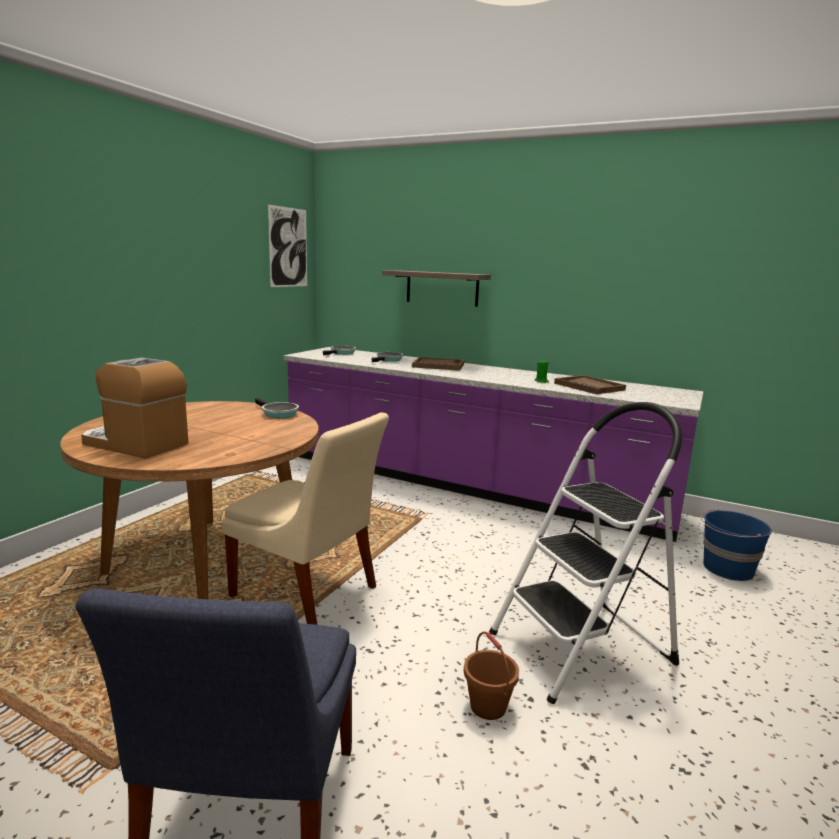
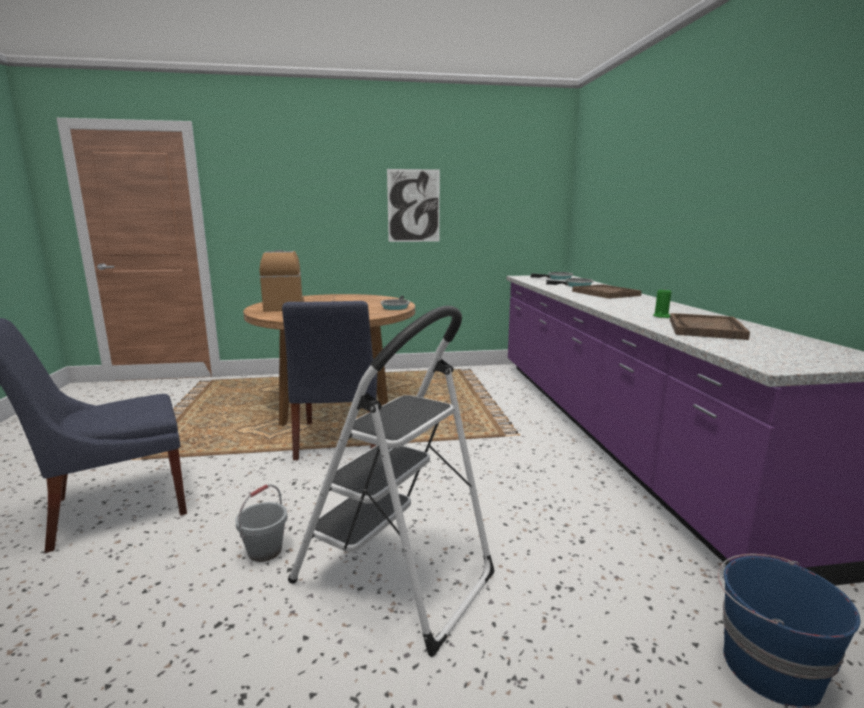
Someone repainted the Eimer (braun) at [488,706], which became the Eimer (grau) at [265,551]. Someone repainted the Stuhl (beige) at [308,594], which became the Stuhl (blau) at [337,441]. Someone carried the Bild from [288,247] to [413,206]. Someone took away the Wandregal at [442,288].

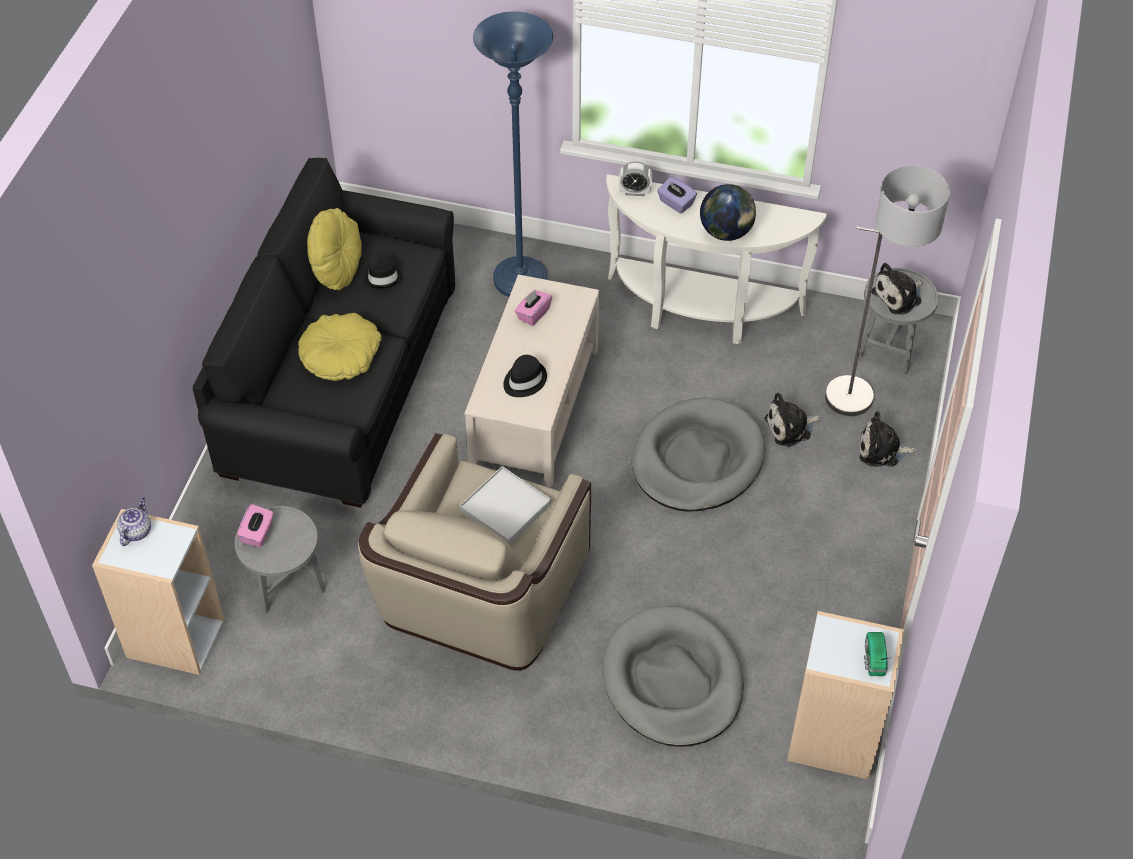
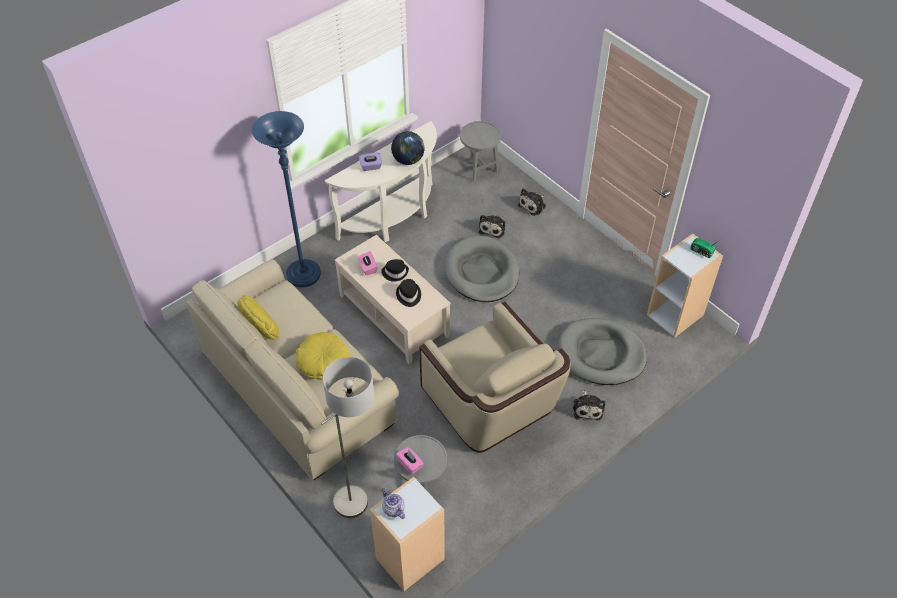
Someone repainted the Sofa (schwarz) at [341,380], which became the Sofa (beige) at [297,388]. Someone carried the Stehlampe (grau) from [863,400] to [359,496]. Someone carried the Hut (schwarz) from [382,276] to [395,272]. Someone carried the Plüschtier from [899,296] to [587,408]. Someone took away the Tablett (weiß) at [505,508]. Someone took away the Wecker at [634,192].

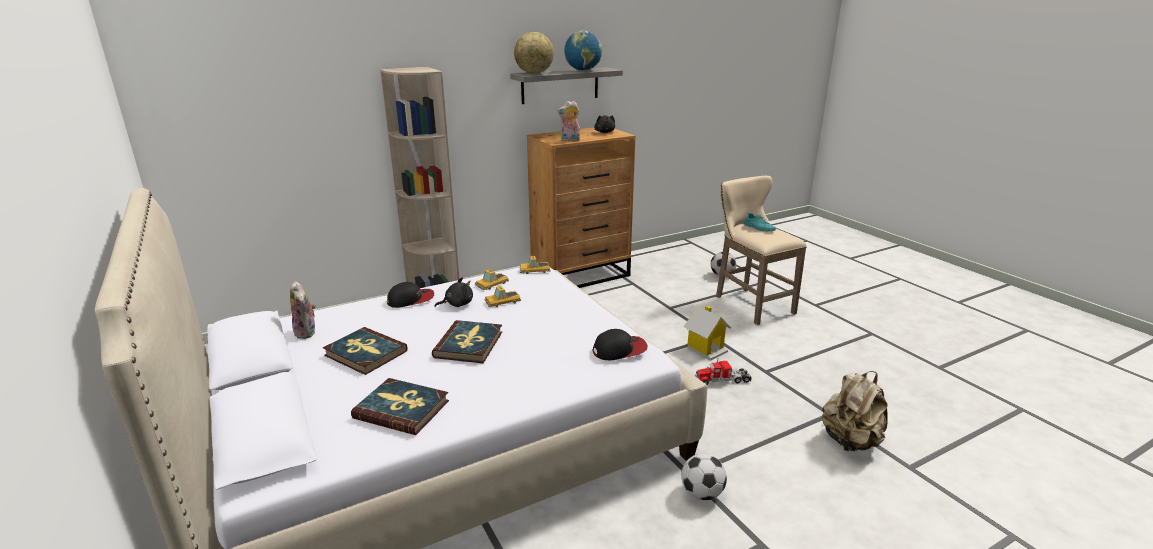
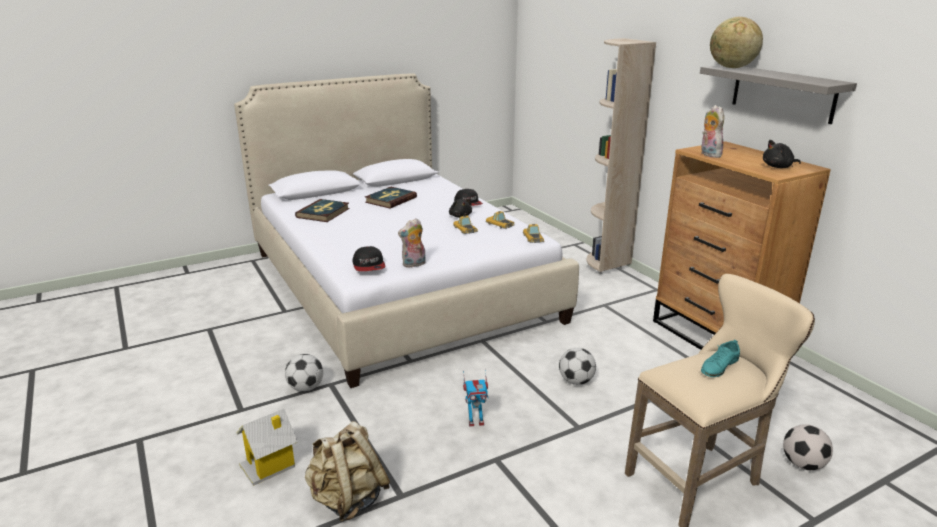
Someone carried the Spielzeughaus from [706,348] to [270,465]. Someone carried the Plüschtier from [307,332] to [414,264]. Someone swapped the Spielzeuglaster at [723,380] for the Spielzeugroboter at [476,421]. Someone put down the Fußball at [576,381]. Someone took away the Buch at [469,344]. Someone took away the Globus at [583,70].

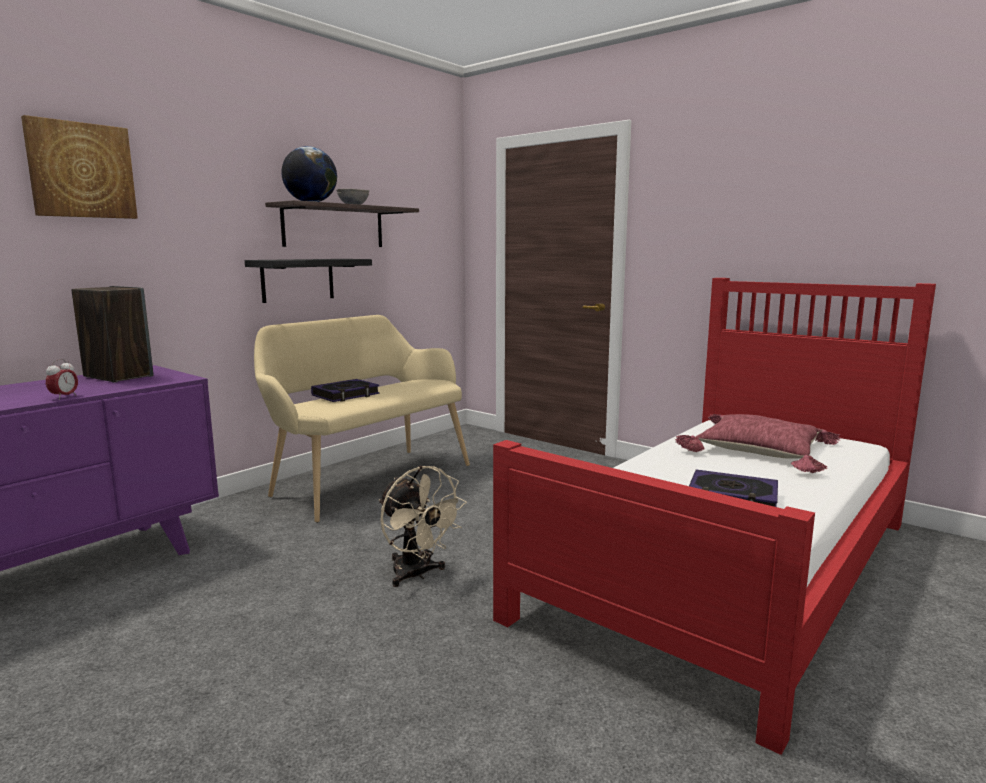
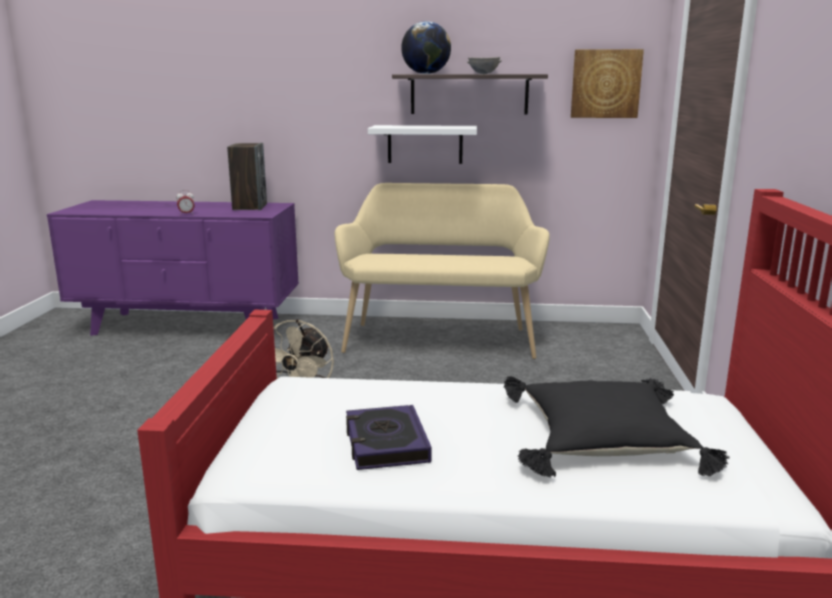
Someone repainted the Wandregal (schwarz) at [298,280], which became the Wandregal (weiß) at [425,144]. Someone repainted the Kissen (rot) at [759,448], which became the Kissen (schwarz) at [601,433]. Someone carried the Bild from [81,170] to [605,84]. Someone took away the Buch at [346,395].

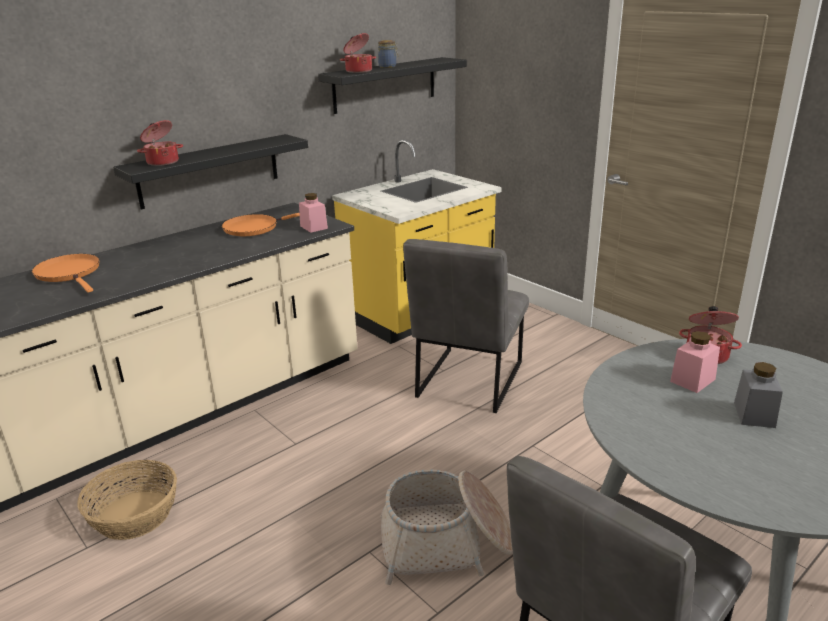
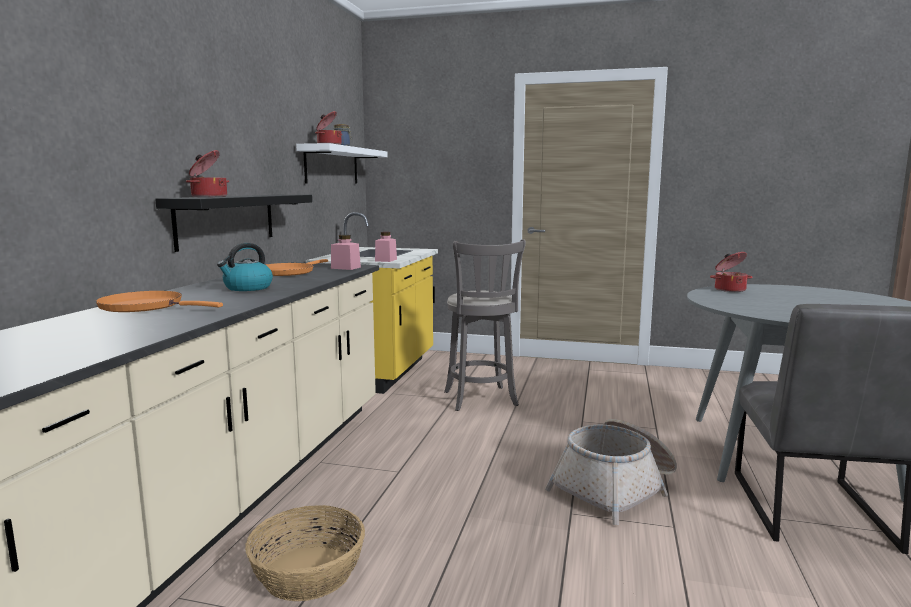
Someone put down the Wasserkessel at [247,288]. Someone repainted the Wandregal (schwarz) at [385,85], which became the Wandregal (weiß) at [332,165]. Someone carried the Vorratsglas (rosa) from [692,380] to [386,260]. Someone swapped the Stuhl (grau) at [468,381] for the Hocker (grau) at [481,400]. Someone took away the Vorratsglas (grau) at [754,415].

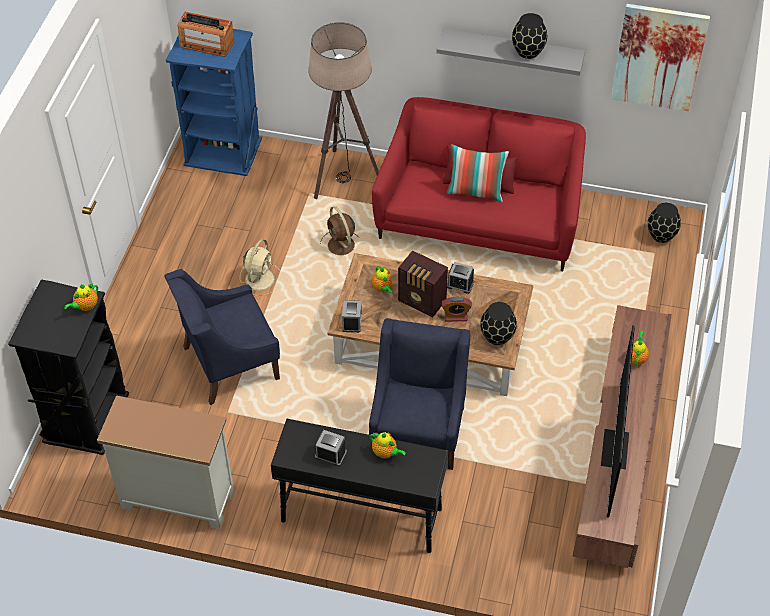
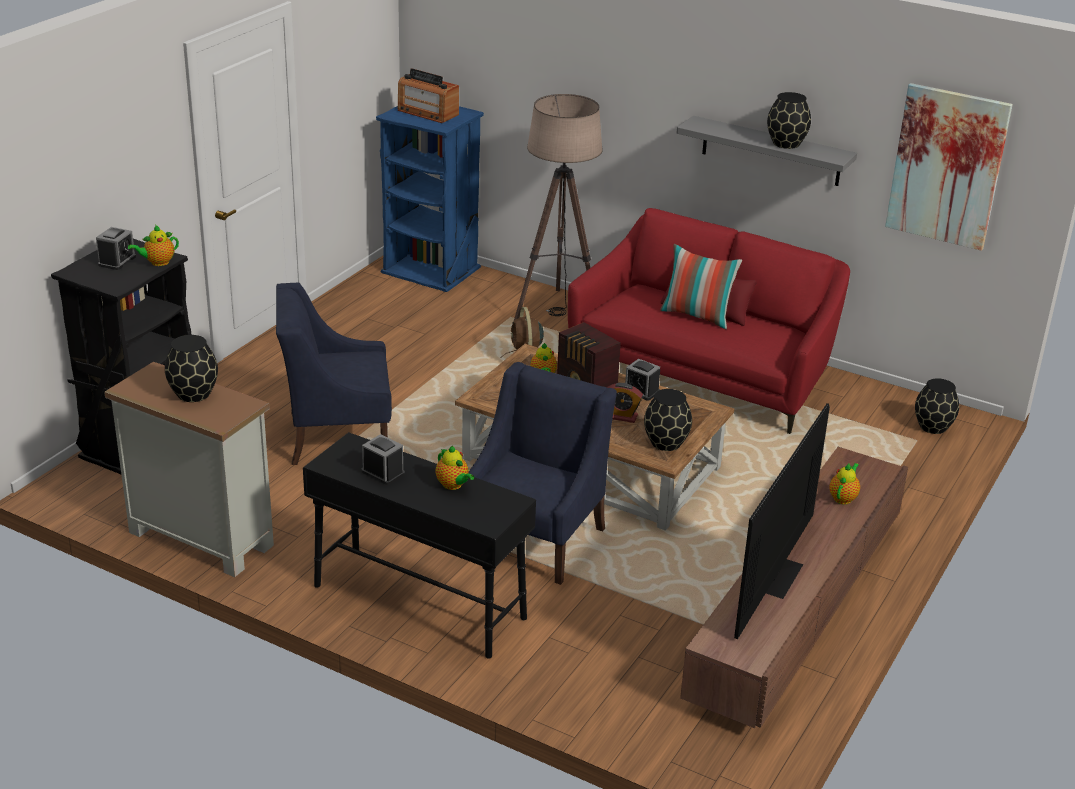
Someone carried the Wecker from [352,322] to [117,261]. Someone put down the Vase (schwarz) at [193,394]. Someone took away the Ventilator (beige) at [260,278].

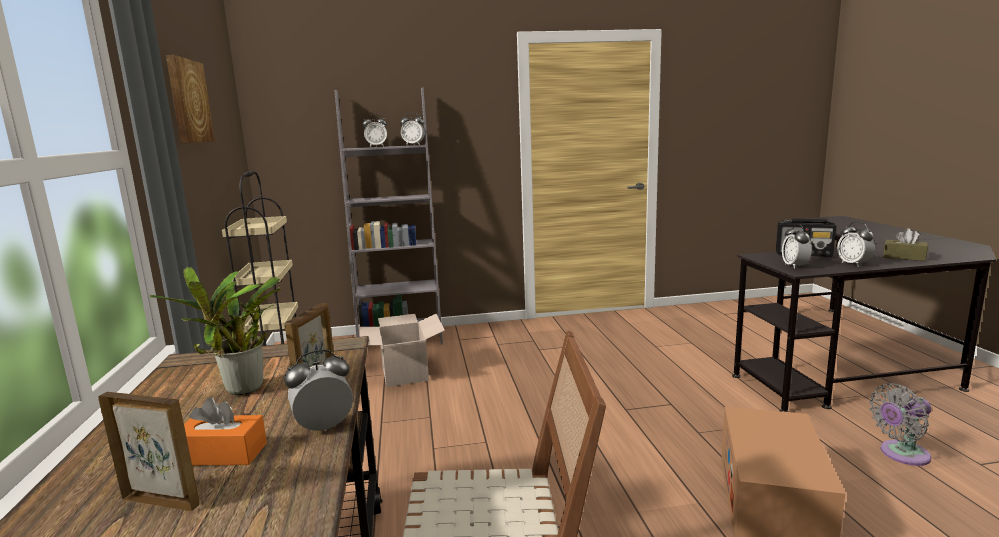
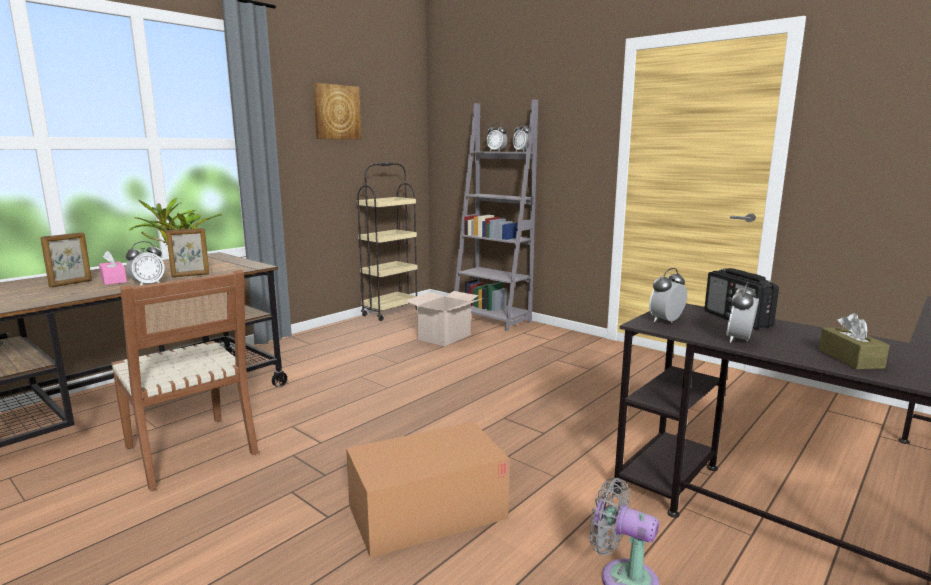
Someone rotated the Bilderrahmen at [161,501] by 60 degrees clockwise. Someone repainted the Taschentuchbox (orange) at [222,454], which became the Taschentuchbox (rosa) at [113,280]. Someone rotated the Wecker at [324,427] by 105 degrees clockwise.

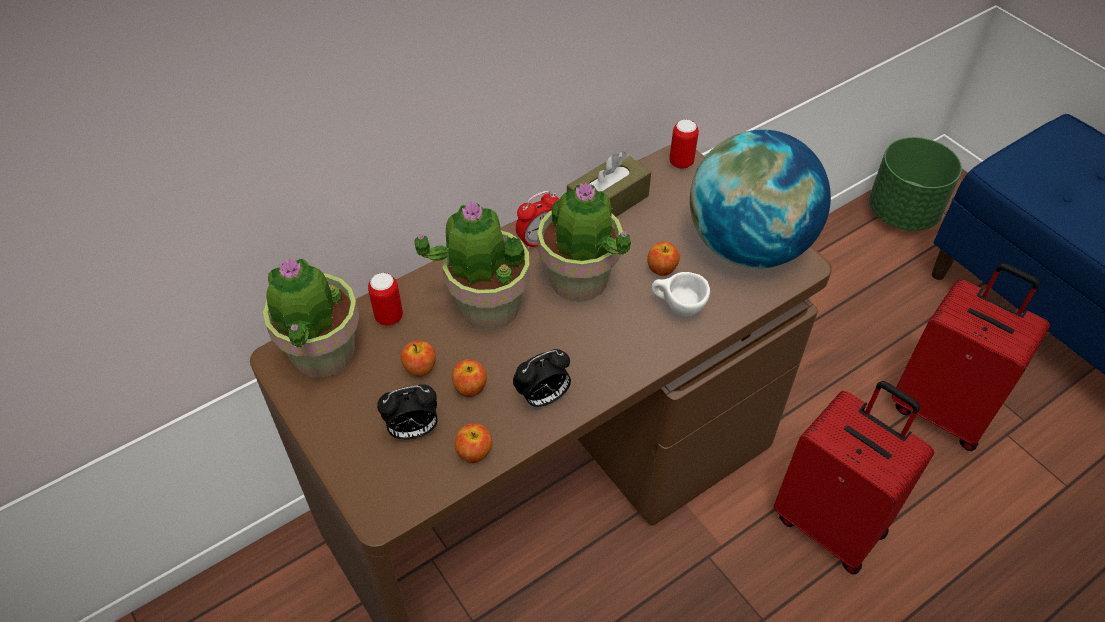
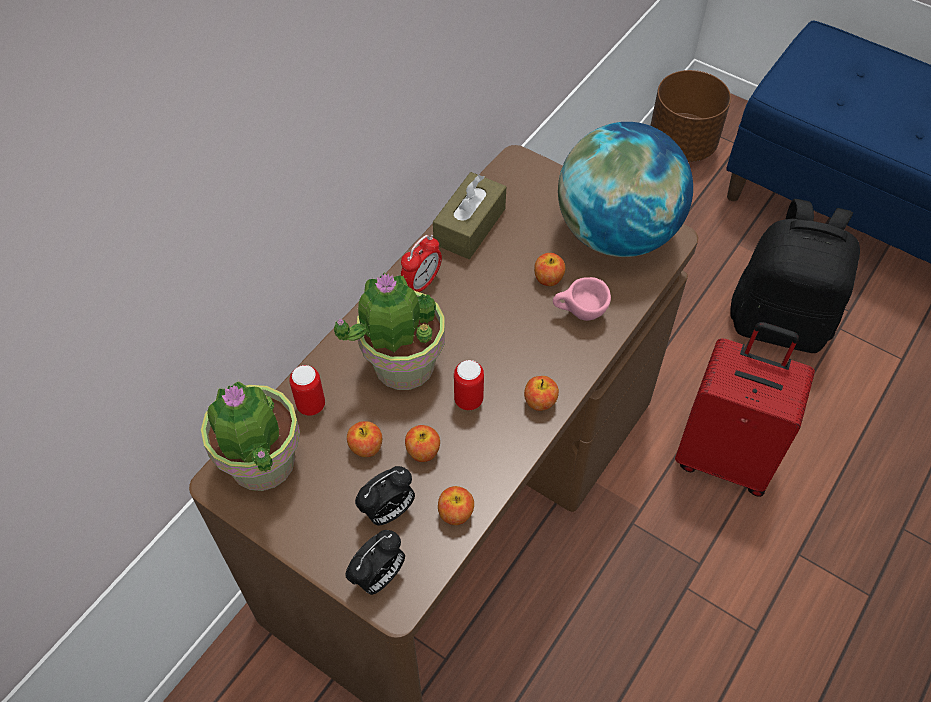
Someone carried the Wecker from [543,398] to [378,577]. Someone carried the Dose from [681,163] to [468,400]. Someone put down the Apfel at [540,402]. Someone repainted the Tasse (weiß) at [677,309], which became the Tasse (rosa) at [579,314]. Someone repainted the Pflanzkübel (grün) at [902,212], which became the Pflanzkübel (braun) at [681,144]. Someone swapped the Koffer (rot) at [942,409] for the Rucksack (schwarz) at [779,322]. Someone took away the Topfpflanze at [579,280].

